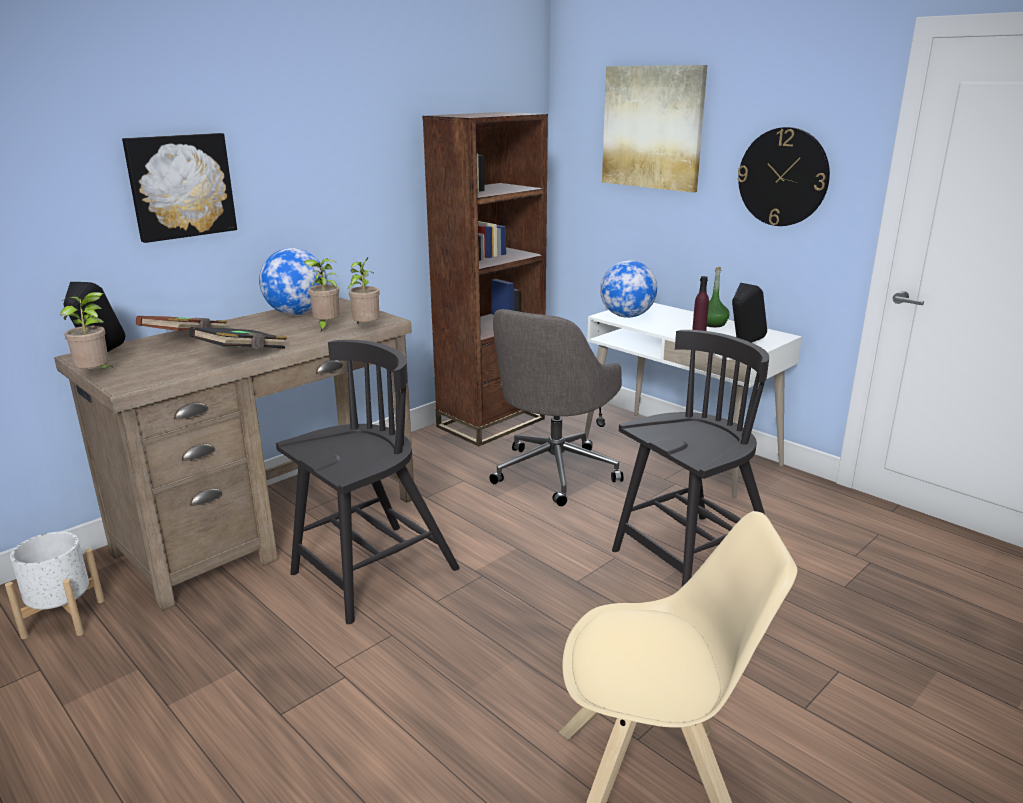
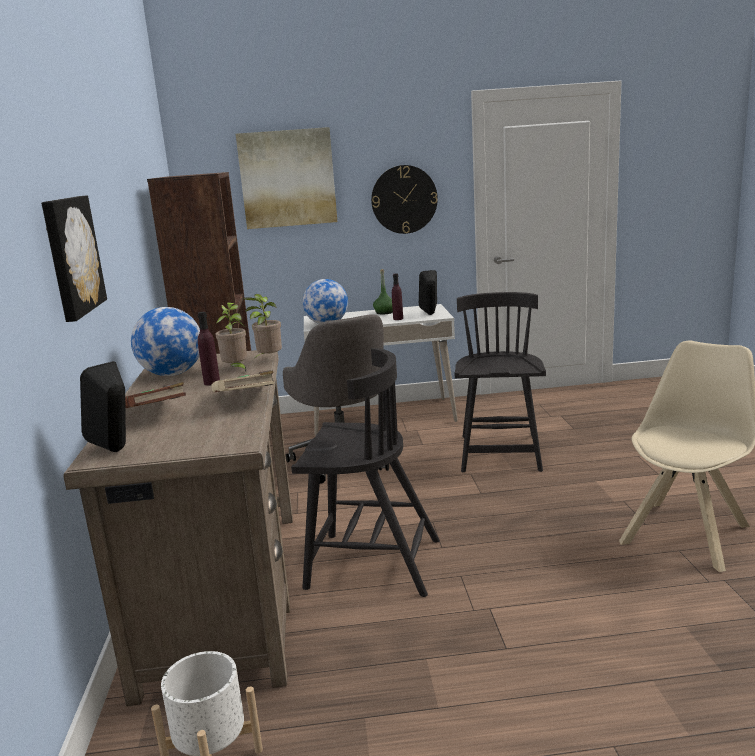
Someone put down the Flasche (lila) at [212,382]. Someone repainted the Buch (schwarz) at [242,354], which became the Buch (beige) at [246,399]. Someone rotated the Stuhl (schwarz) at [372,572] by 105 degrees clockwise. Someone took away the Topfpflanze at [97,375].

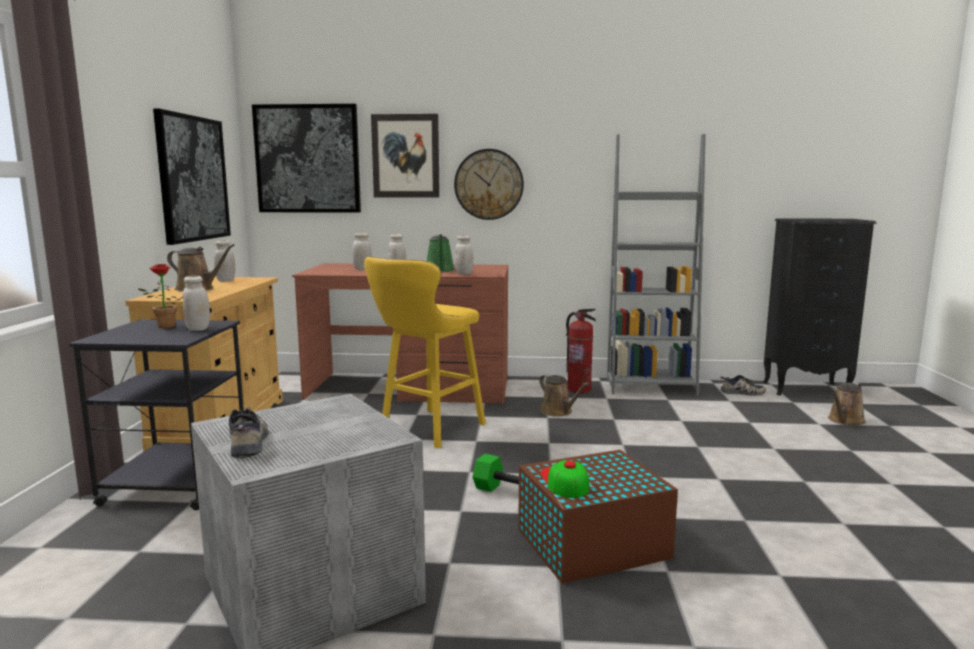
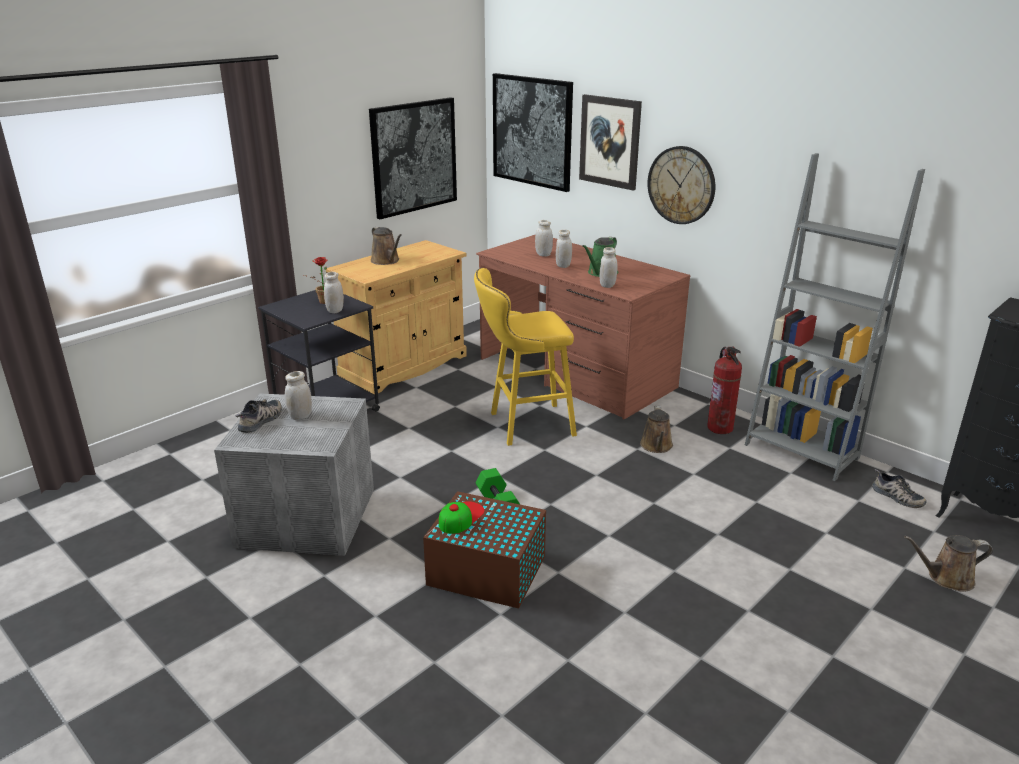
Someone carried the Vorratsglas (weiß) from [226,280] to [300,416].

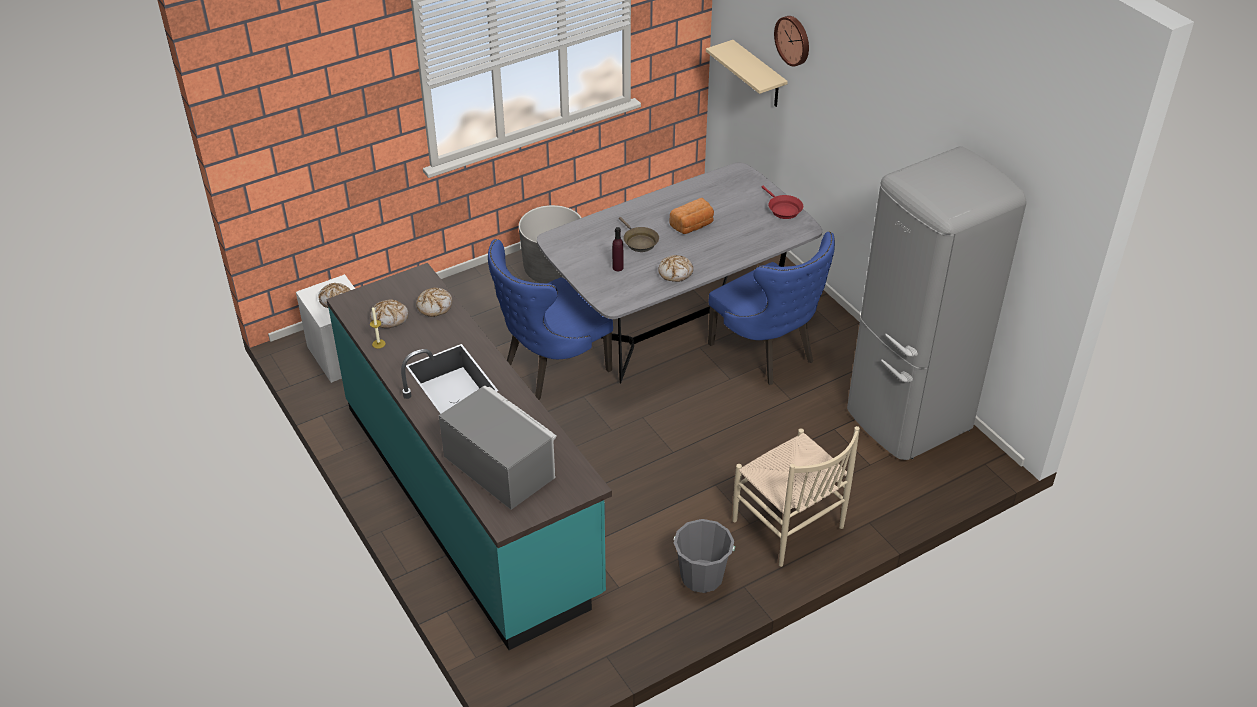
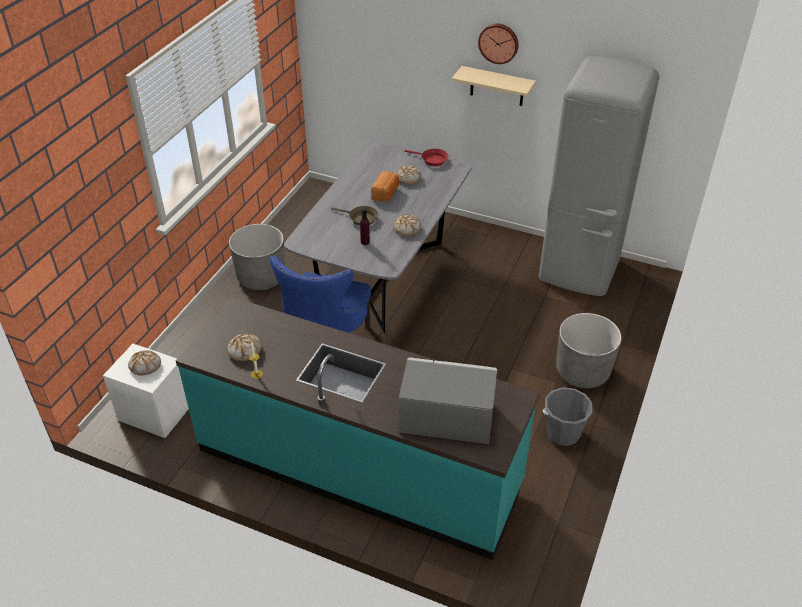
Someone carried the Brot from [435,306] to [408,178]. Someone carried the Wandregal (beige) from [758,75] to [497,86]. Someone carried the Wanduhr from [793,40] to [499,43]. Someone swapped the Stuhl (beige) at [790,528] for the Pflanzkübel (grau) at [582,371]. Someone took away the Stuhl (blau) at [767,352].

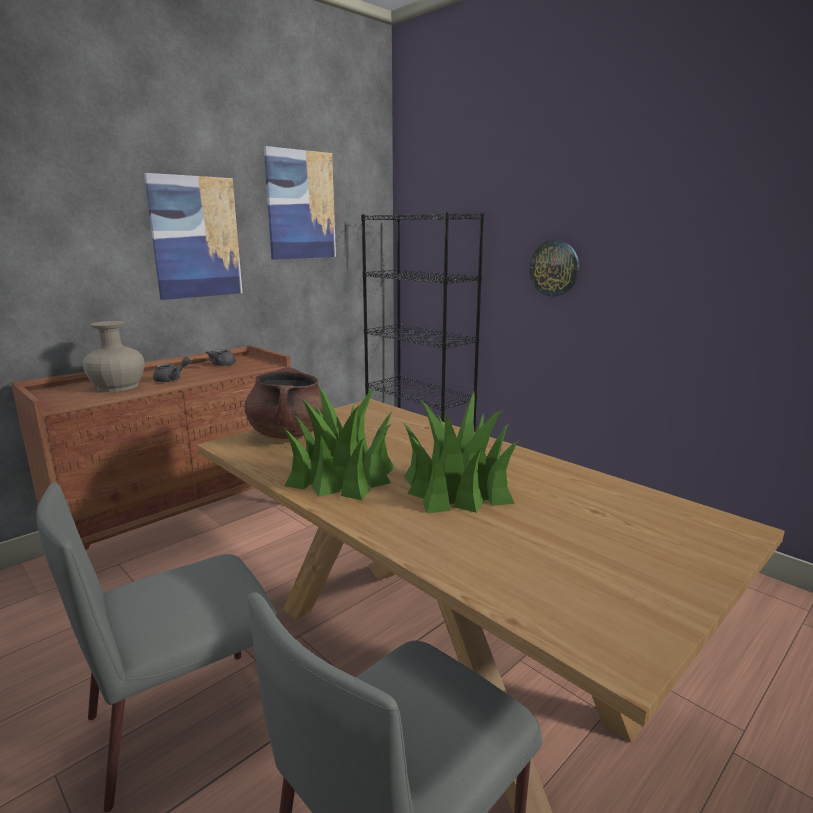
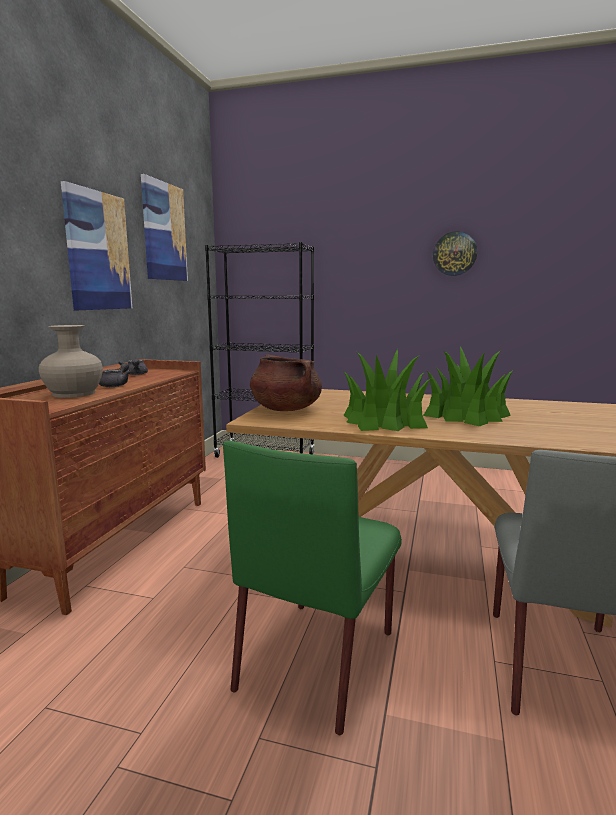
Someone repainted the Stuhl (grau) at [187,720], which became the Stuhl (grün) at [318,657]. Someone carried the Wanduhr from [554,268] to [454,254].

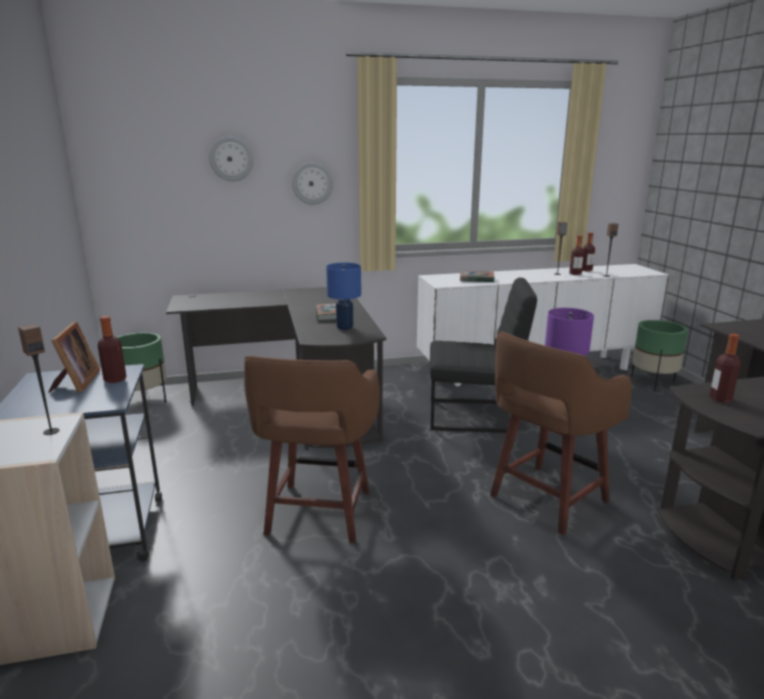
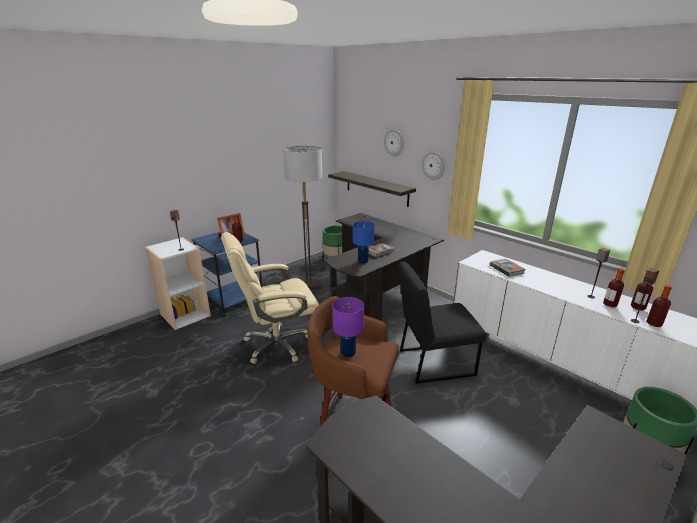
Someone swapped the Hocker (braun) at [318,515] for the Bürostuhl (beige) at [278,344]. Someone put down the Stehlampe at [311,281]. Someone put up the Wandregal at [376,188]. Someone rotated the Stuhl (schwarz) at [474,416] by 105 degrees clockwise. Someone carried the Flasche from [720,398] to [654,324].

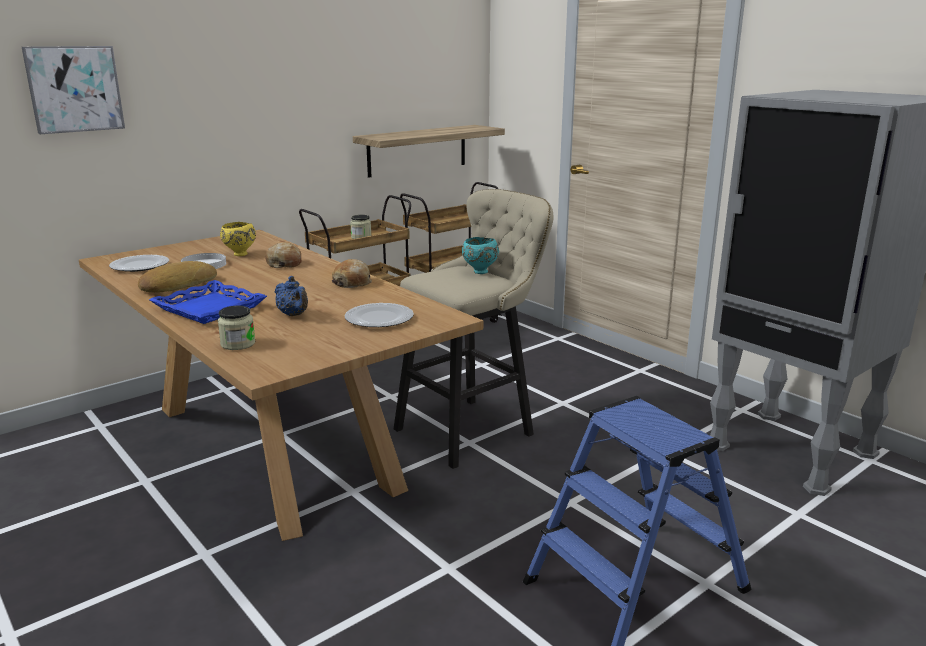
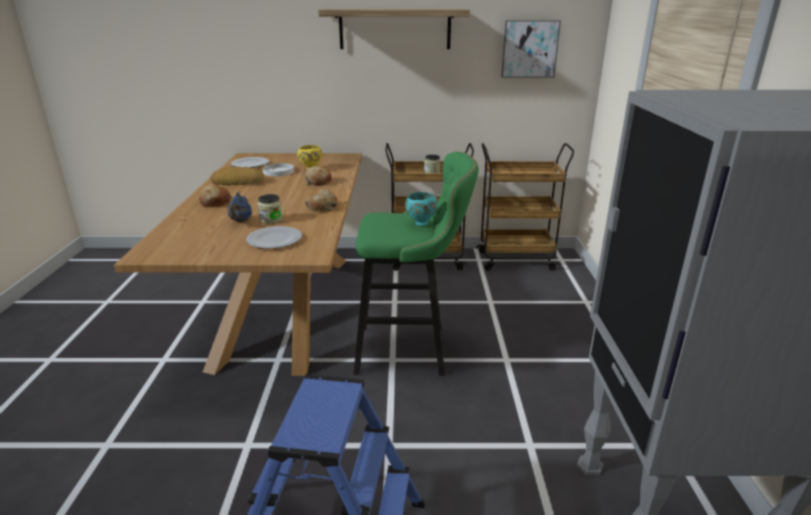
Someone swapped the Tablett (blau) at [208,308] for the Brot at [215,202]. Someone carried the Vorratsglas from [238,344] to [271,220]. Someone carried the Wandregal from [417,150] to [395,29]. Someone repainted the Hocker (beige) at [475,427], which became the Hocker (grün) at [413,350]. Someone carried the Bild from [74,89] to [529,49].

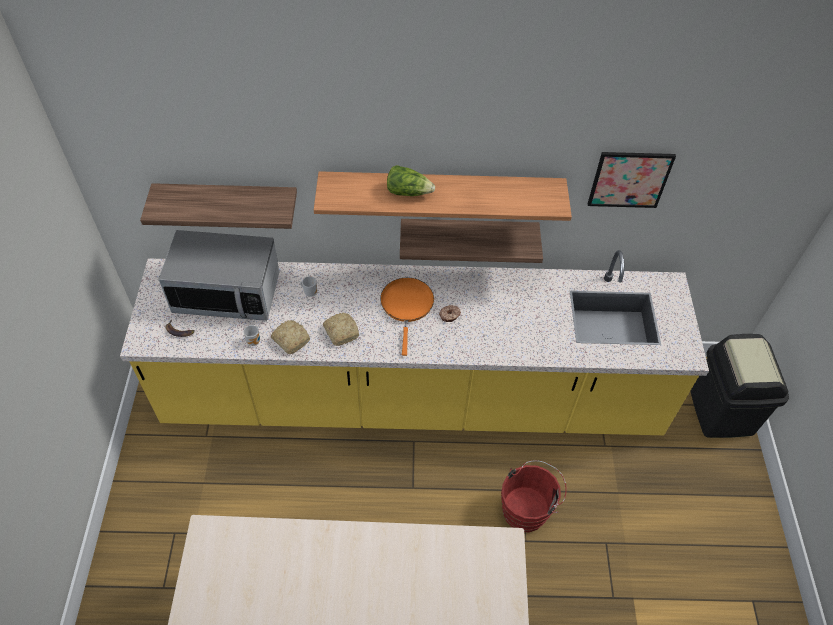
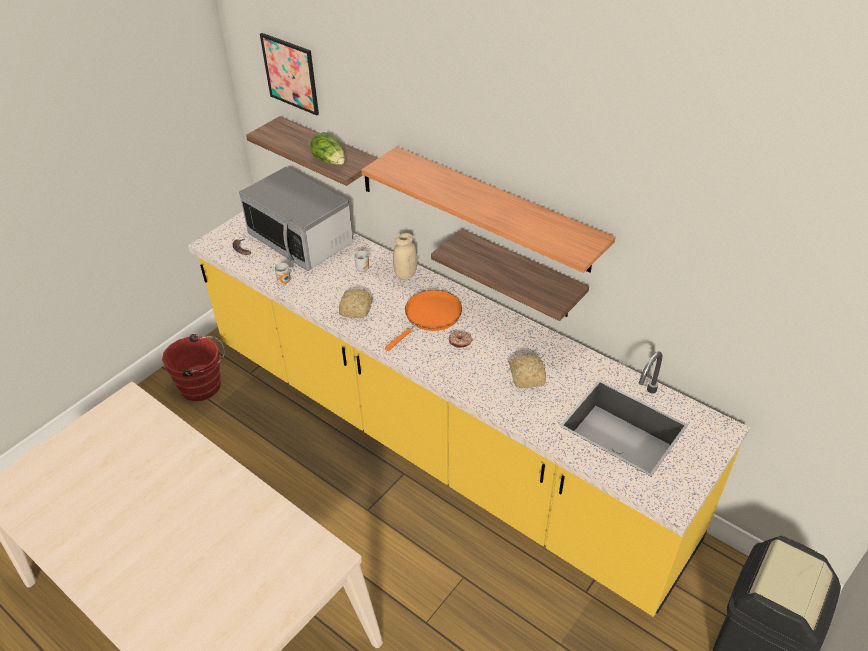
Someone carried the Eimer (rot) from [527,509] to [204,386]. Someone carried the Bild from [629,179] to [290,73]. Someone carried the Salatkopf from [408,192] to [330,161]. Someone put down the Vorratsglas (beige) at [405,274]. Someone carried the Brot from [291,339] to [527,376].

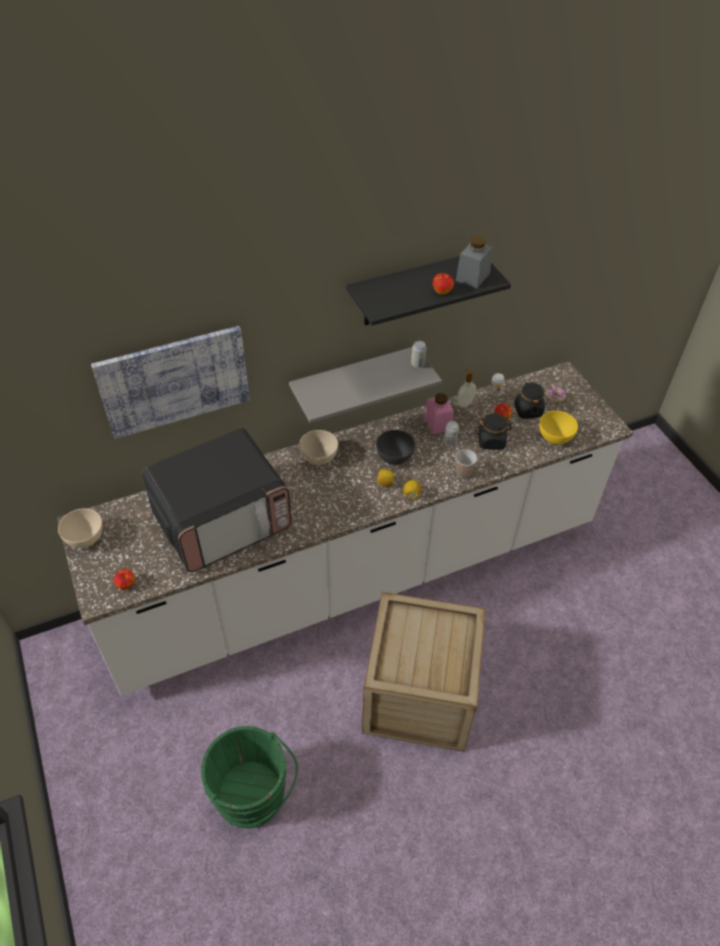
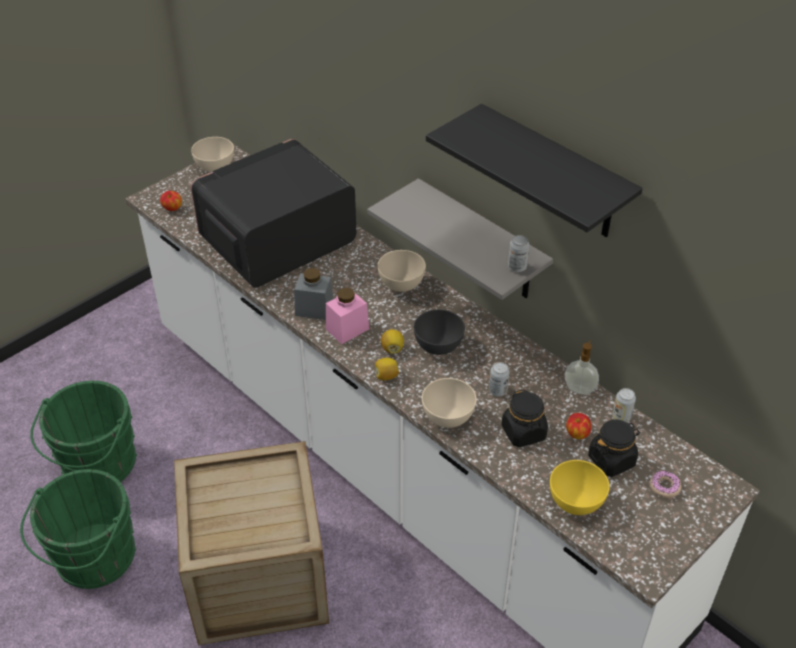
Someone put down the Eimer (grün) at [93,560]. Someone rotated the Mikrowelle at [223,520] by 105 degrees clockwise. Someone carried the Vorratsglas (grau) from [472,277] to [314,309]. Someone carried the Vorratsglas (rosa) from [438,423] to [347,329]. Someone swapped the Tasse at [463,474] for the Schüssel (beige) at [448,417]. Someone took away the Bild at [174,380]. Someone took away the Apfel at [442,291].

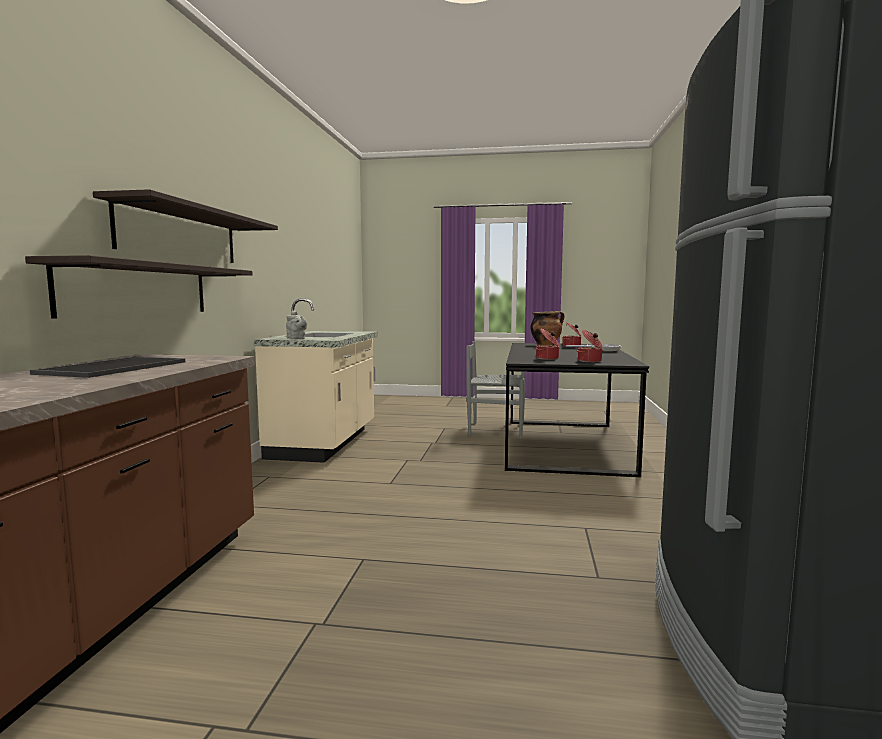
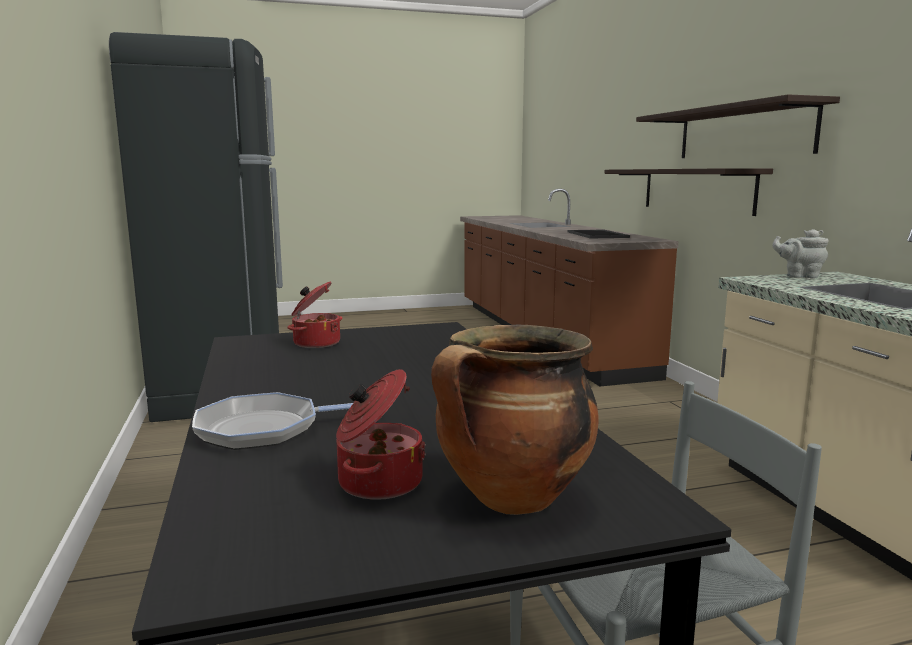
Someone took away the Kochtopf at [548,358].

